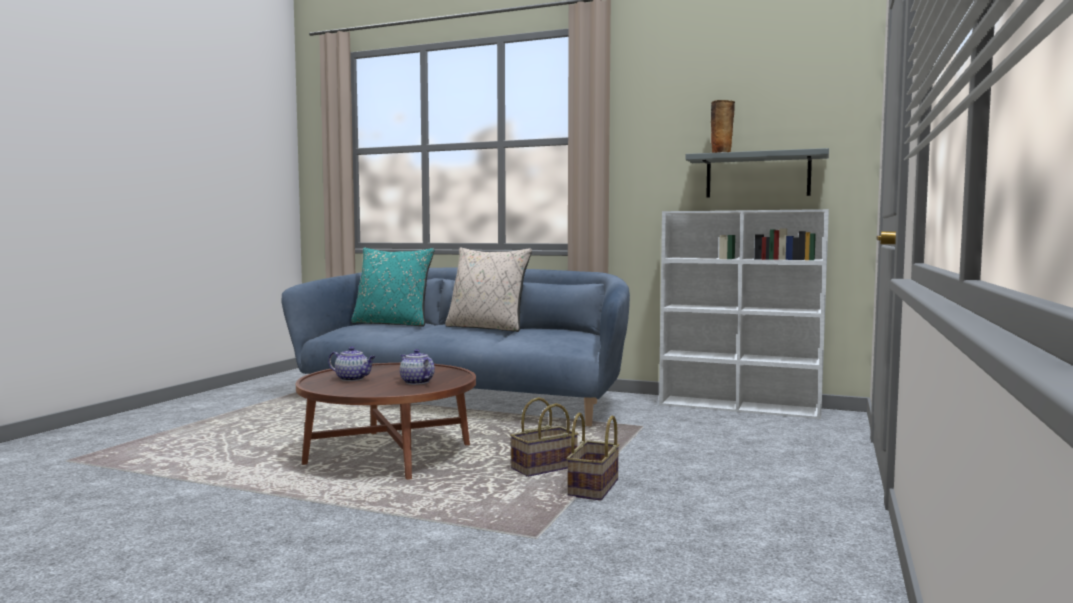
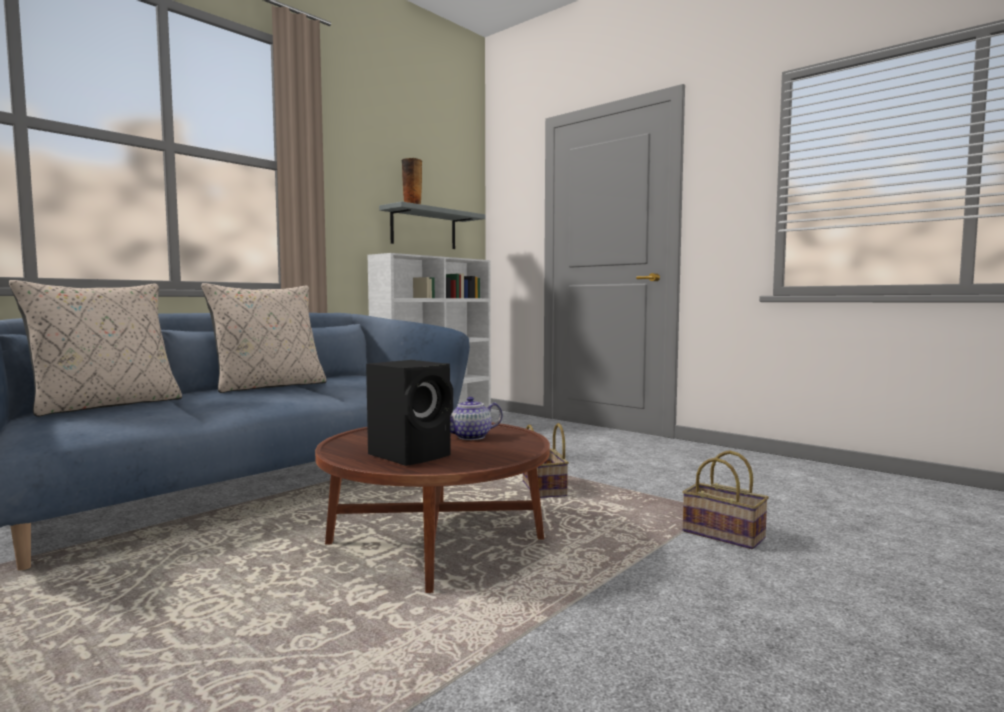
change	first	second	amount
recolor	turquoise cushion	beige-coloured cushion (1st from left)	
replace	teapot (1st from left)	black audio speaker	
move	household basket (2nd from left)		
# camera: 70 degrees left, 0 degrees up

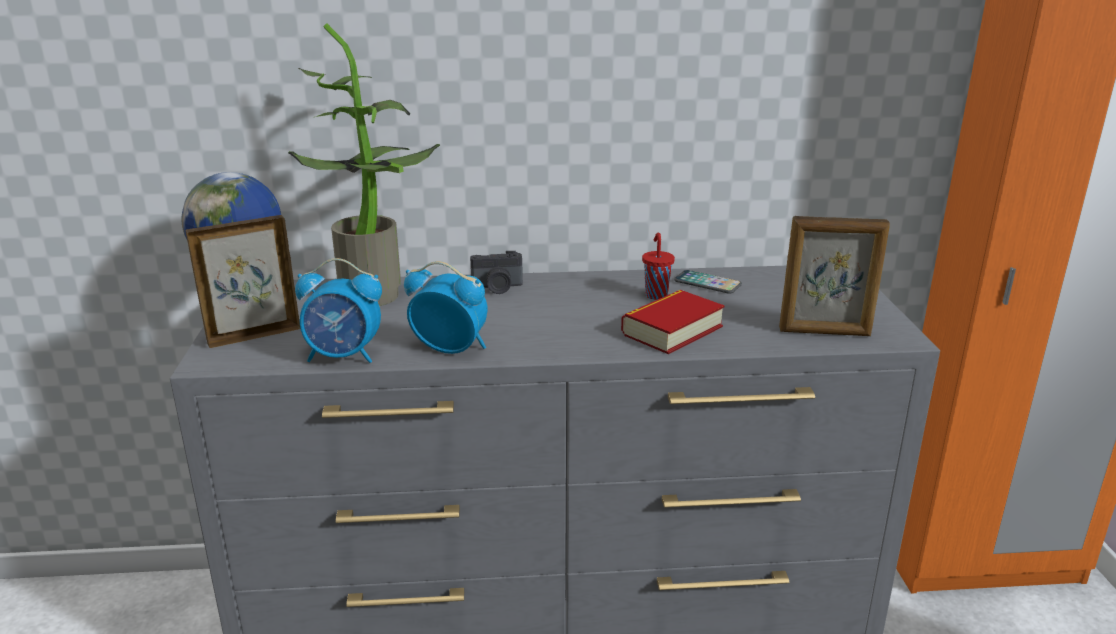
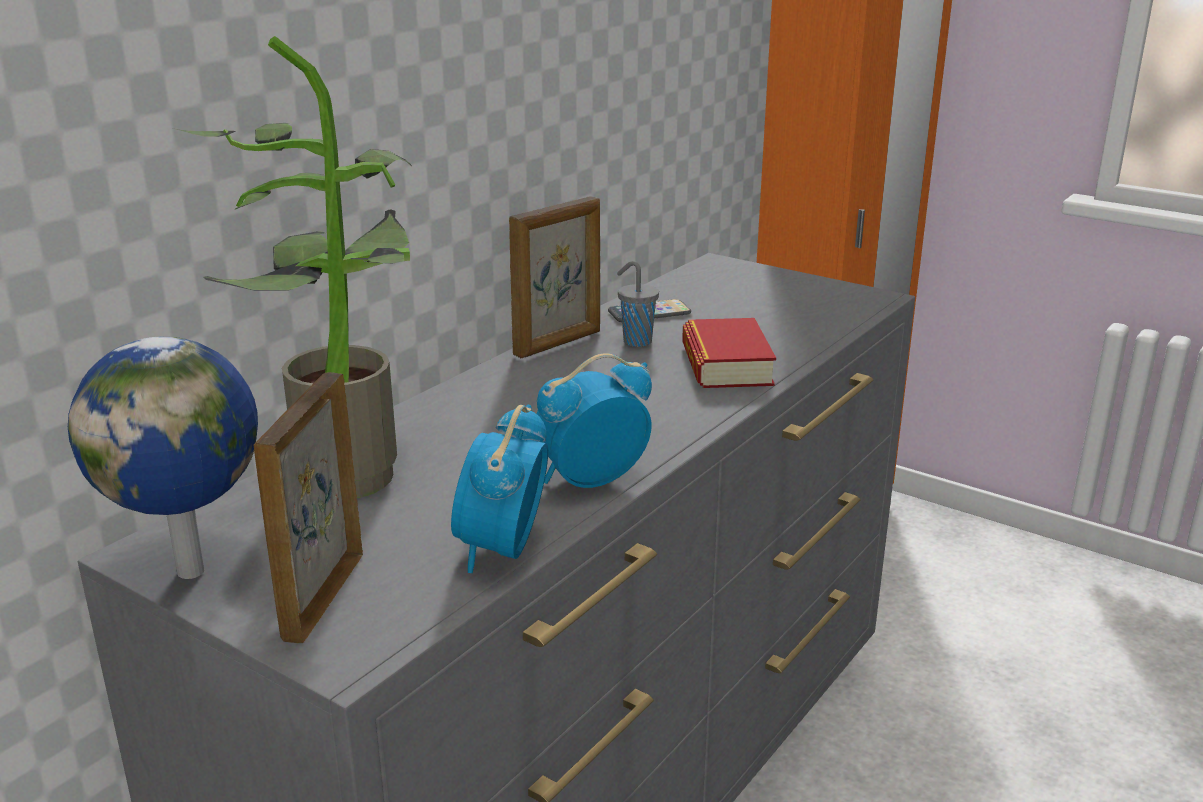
change	first	second	amount
move	photo frame (2nd from left)		
recolor	reddish drinking cup	grey drinking cup	
delete	still camera		
rotate	table clock (1st from left)		150 degrees clockwise
# camera: 50 degrees left, 0 degrees up

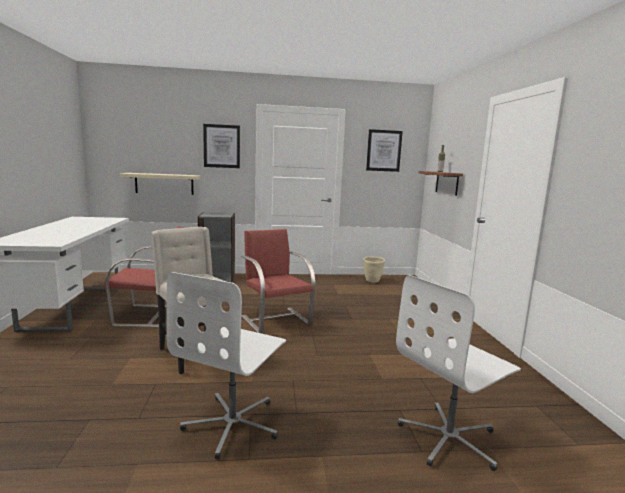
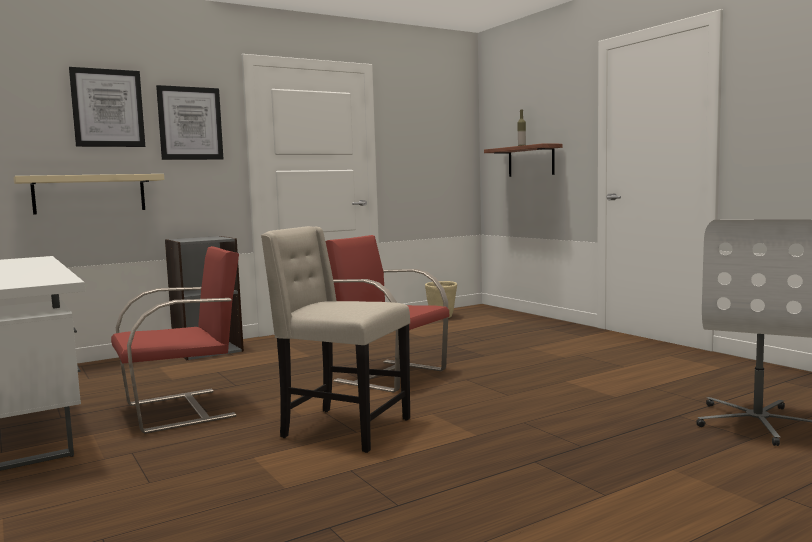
change	first	second	amount
move	wall picture (2nd from left in the first image)	wall picture (1st from left)	
delete	white desk chair (1st from left)		
# camera: 25 degrees left, 5 degrees down

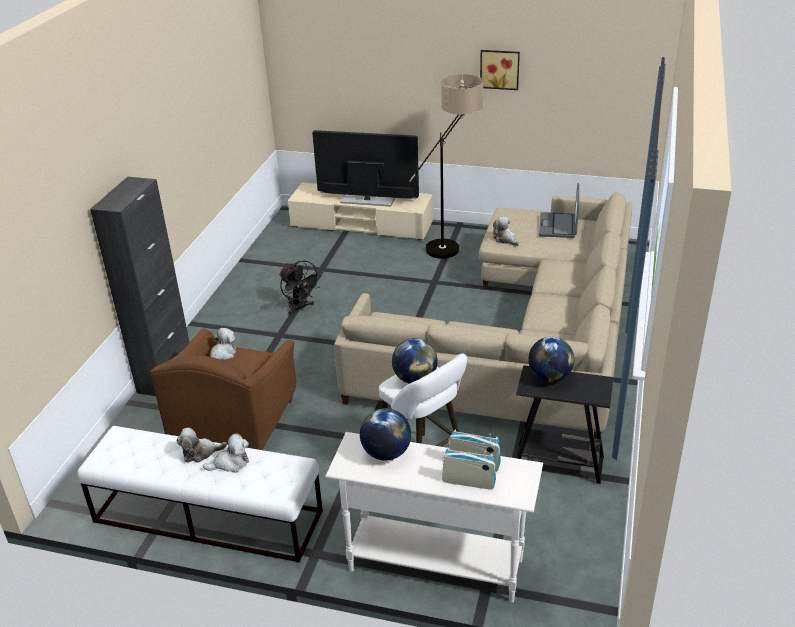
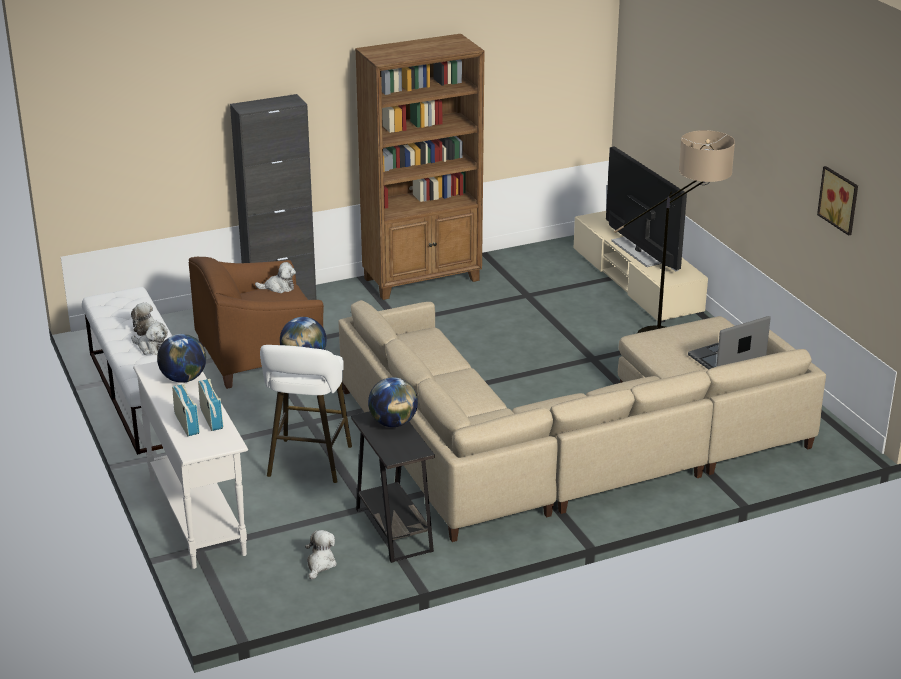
change	first	second	amount
move	wall picture		
move	plush toy (4th from left)		
delete	black cooling fan		
insert		brownish bookshelf	
# camera: 50 degrees right, 5 degrees down

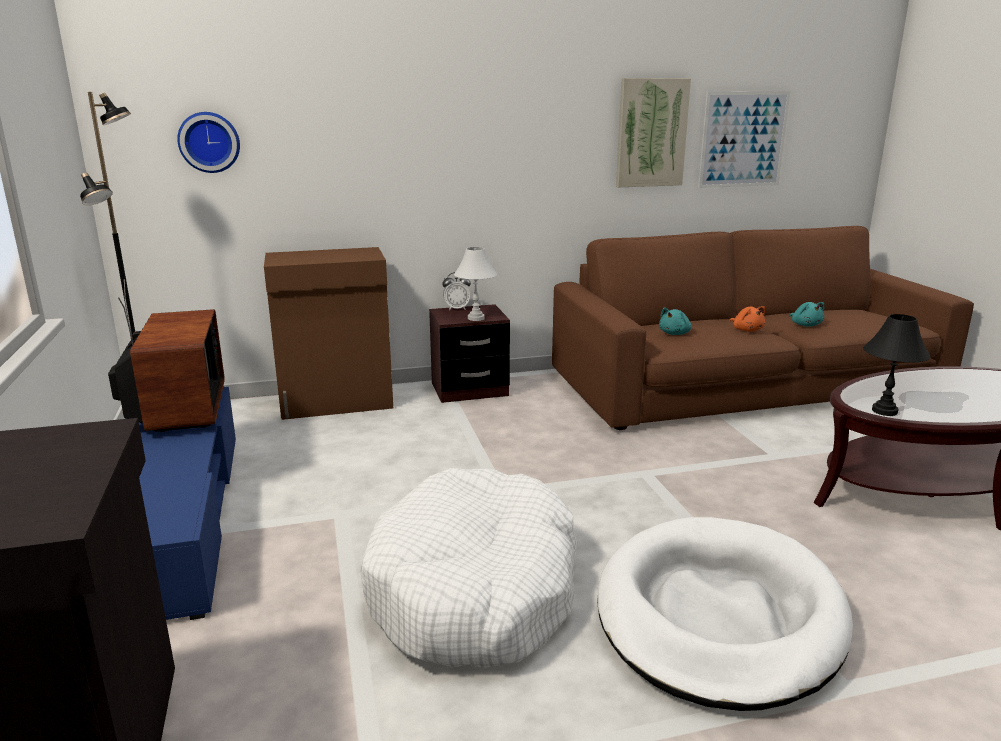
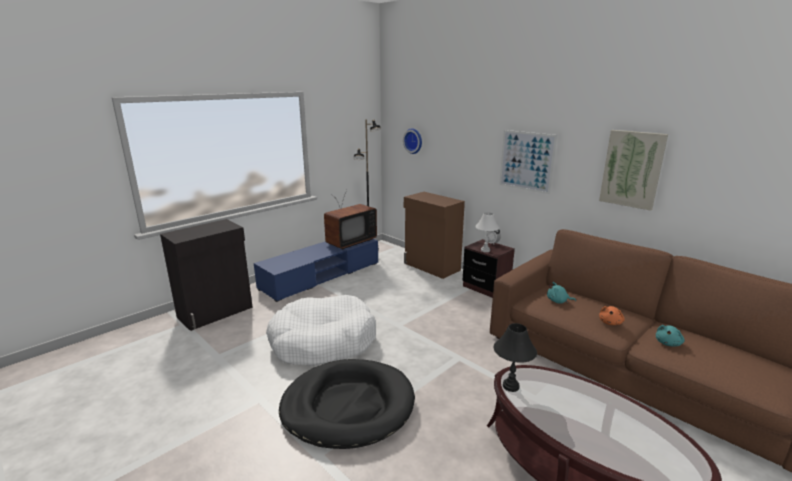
change	first	second	amount
move	wall picture (2nd from left in the first image)	wall picture (1st from left)	
recolor	white pet bed (2nd from left)	black pet bed	
# camera: 60 degrees right, 0 degrees up

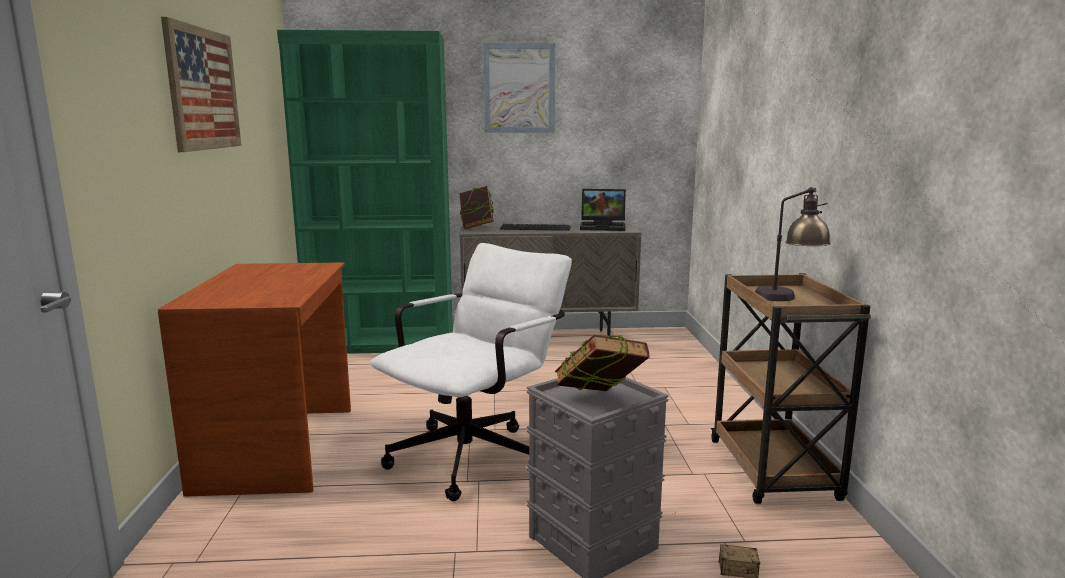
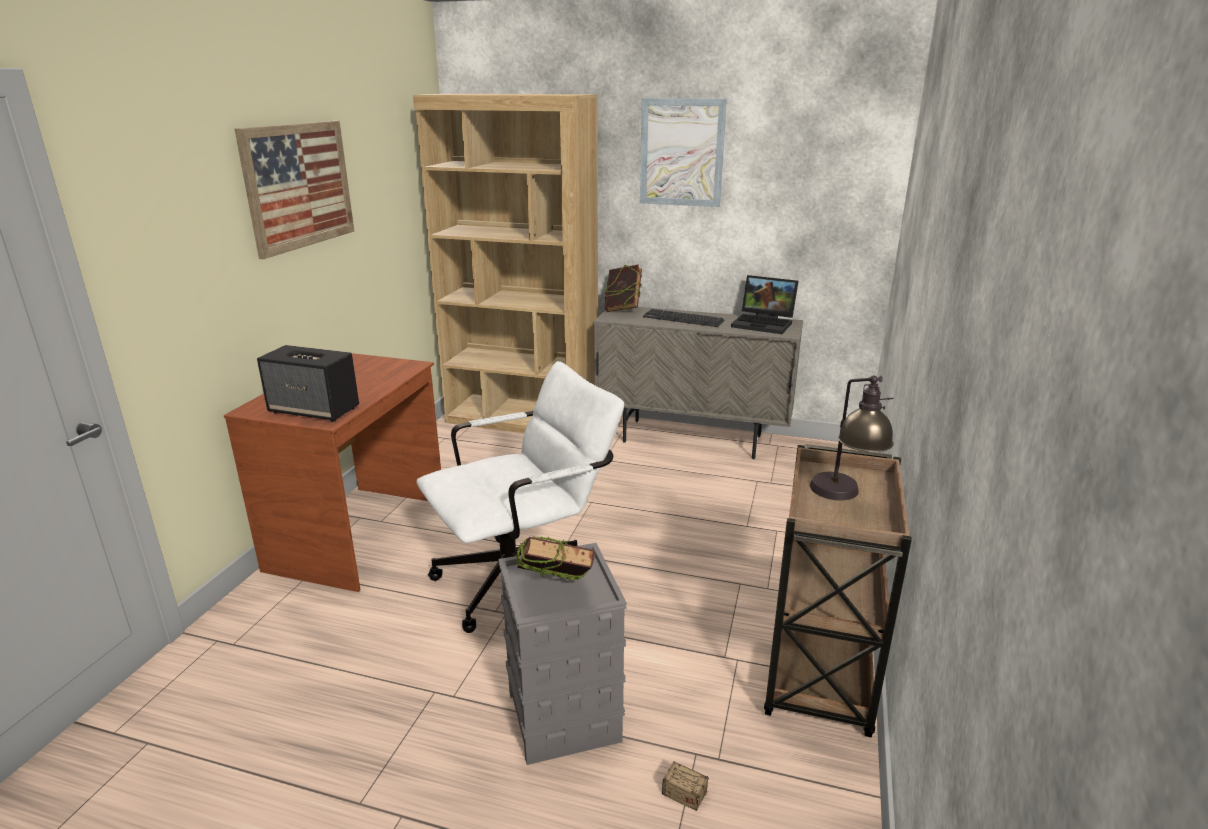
change	first	second	amount
recolor	greenish bookshelf	brownish bookshelf	
insert		audio speaker	
# camera: 20 degrees right, 10 degrees up

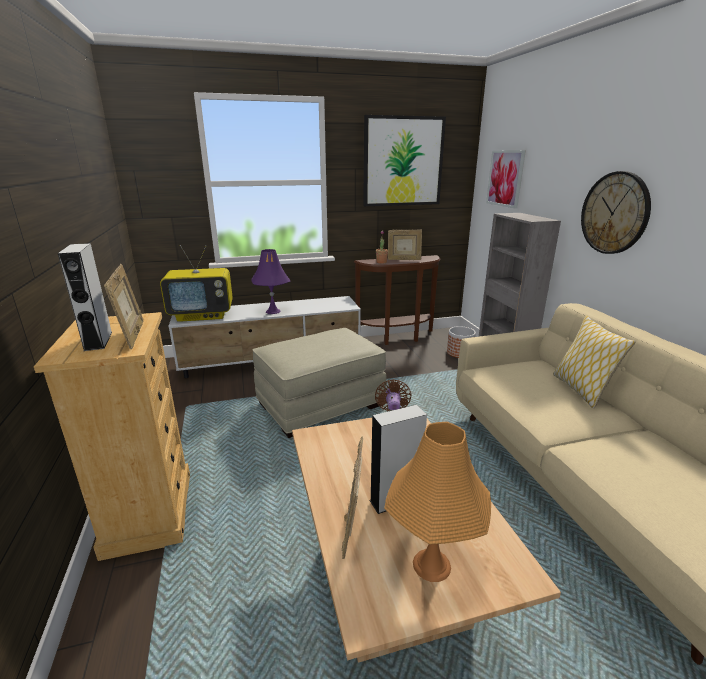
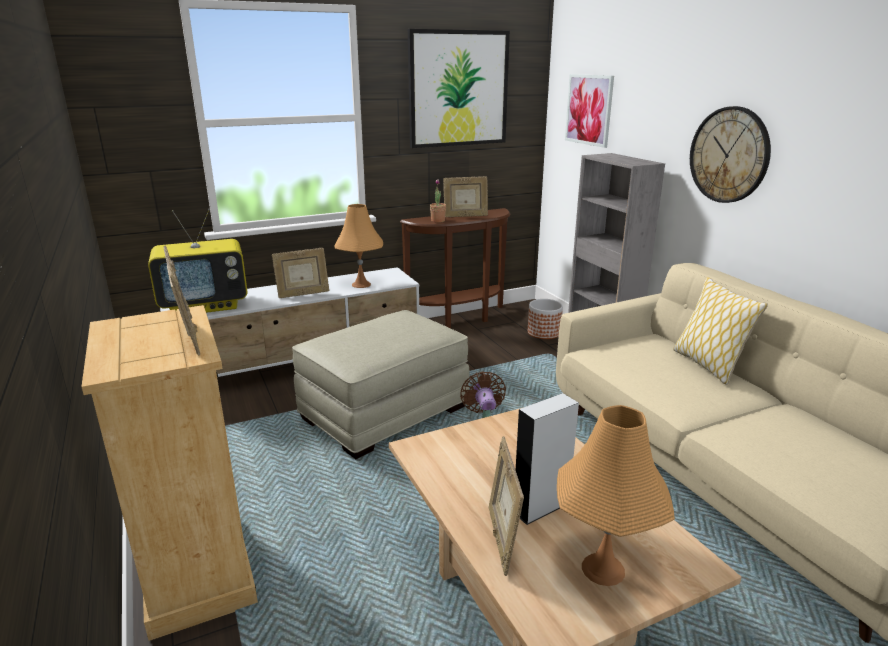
change	first	second	amount
delete	grey audio speaker (1st from left)		
replace	purple-coloured tabletop lamp	photo frame (2nd from left)	
insert		orangey tabletop lamp (1st from left)	
# camera: 10 degrees left, 0 degrees up

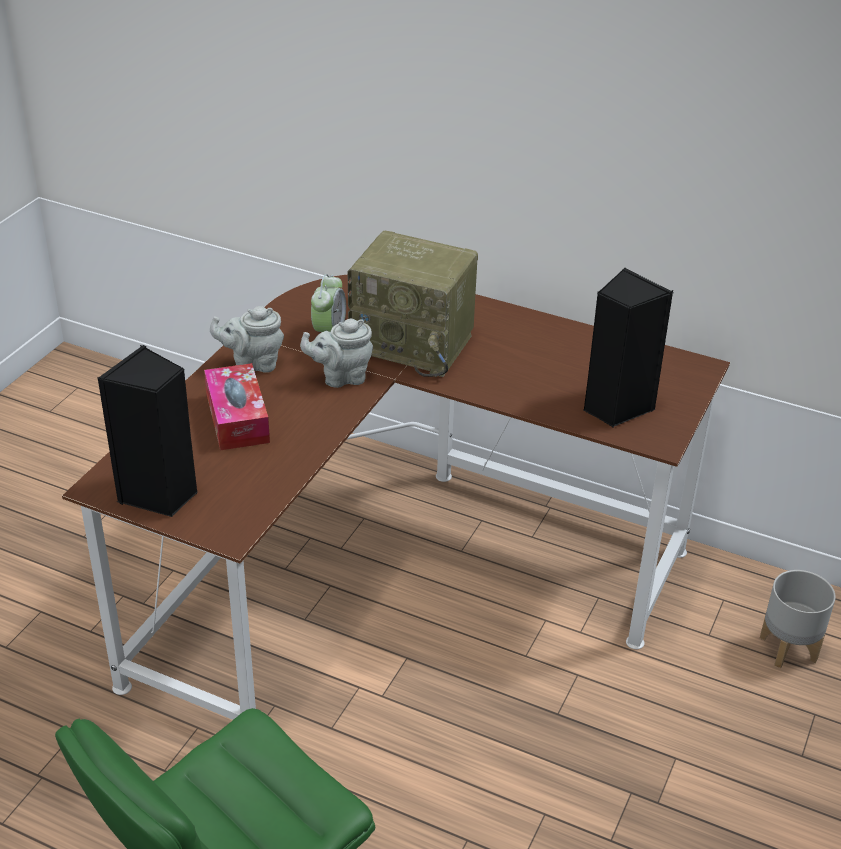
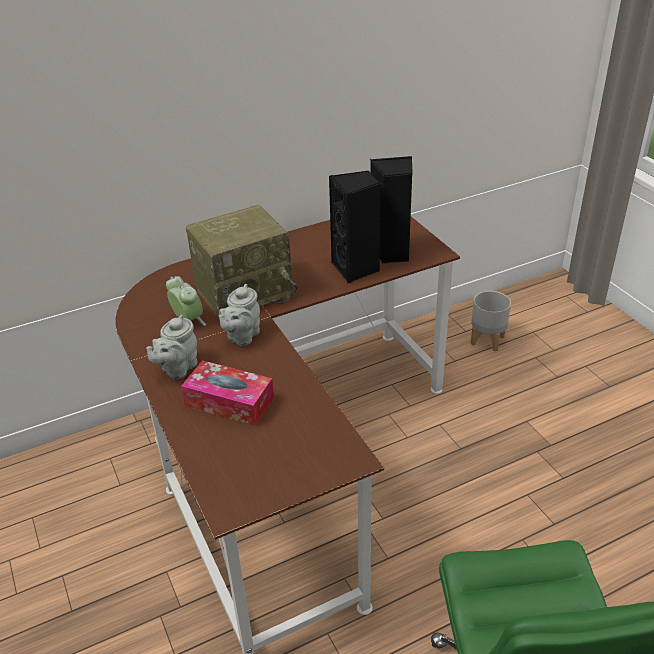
change	first	second	amount
move	black audio speaker (1st from left)		
# camera: 50 degrees left, 0 degrees up

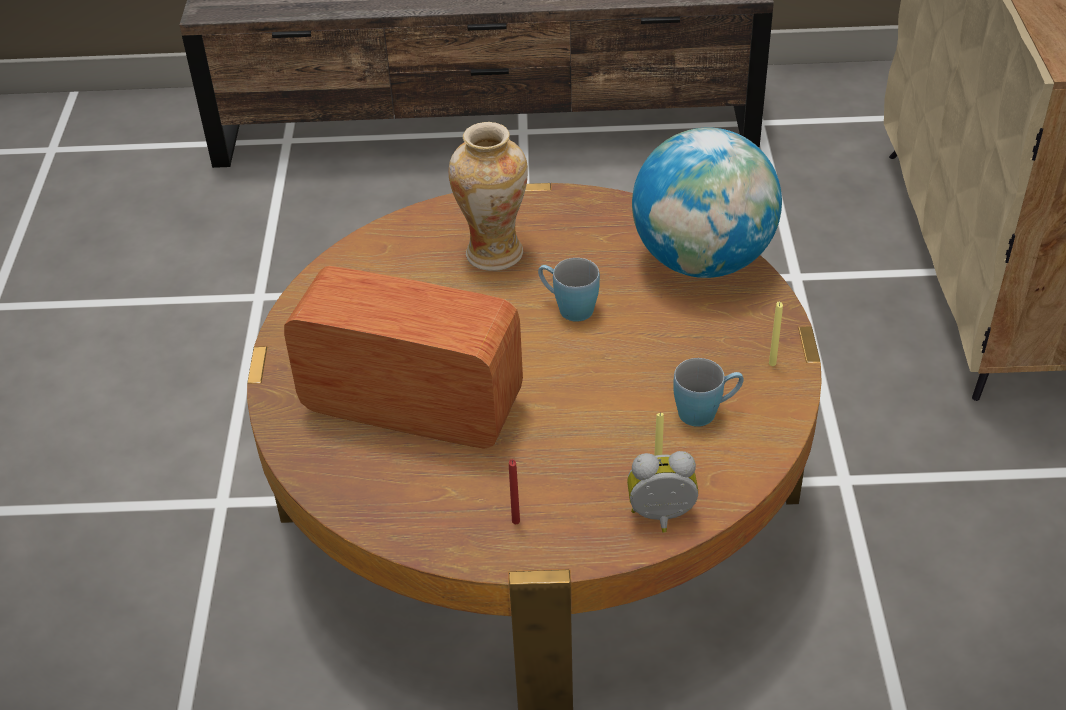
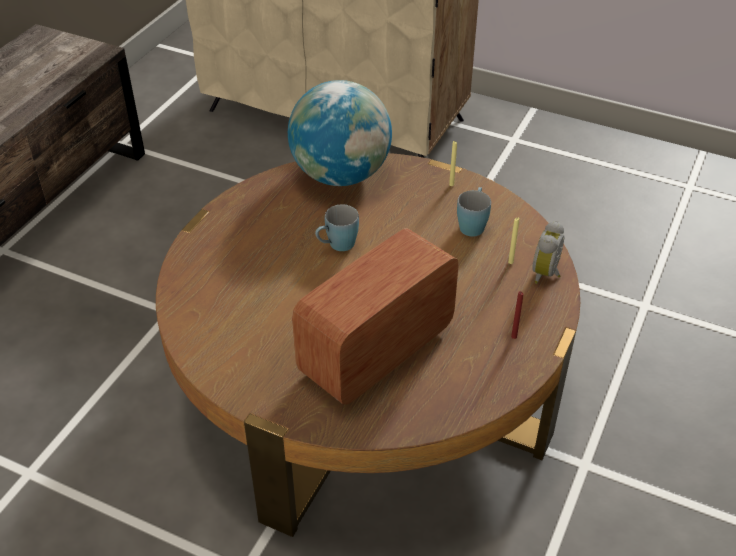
change	first	second	amount
delete	flower vase		
# camera: 65 degrees left, 0 degrees up

